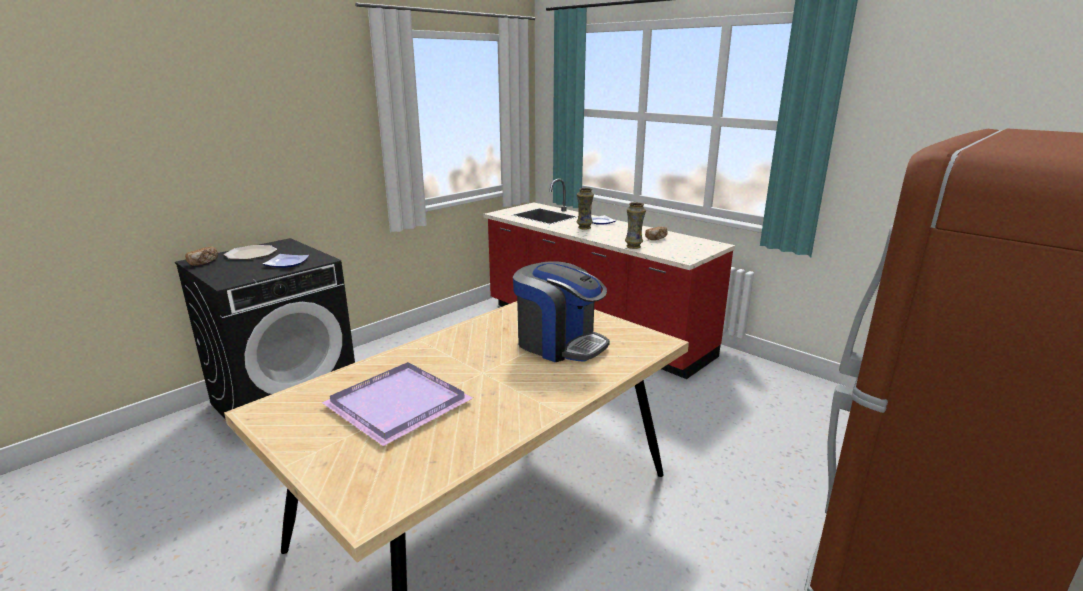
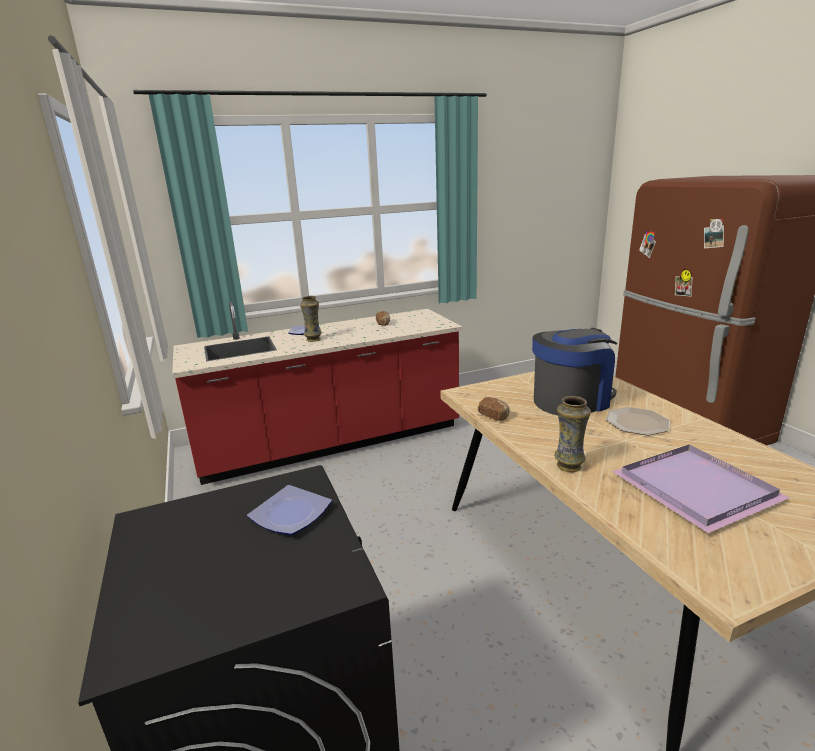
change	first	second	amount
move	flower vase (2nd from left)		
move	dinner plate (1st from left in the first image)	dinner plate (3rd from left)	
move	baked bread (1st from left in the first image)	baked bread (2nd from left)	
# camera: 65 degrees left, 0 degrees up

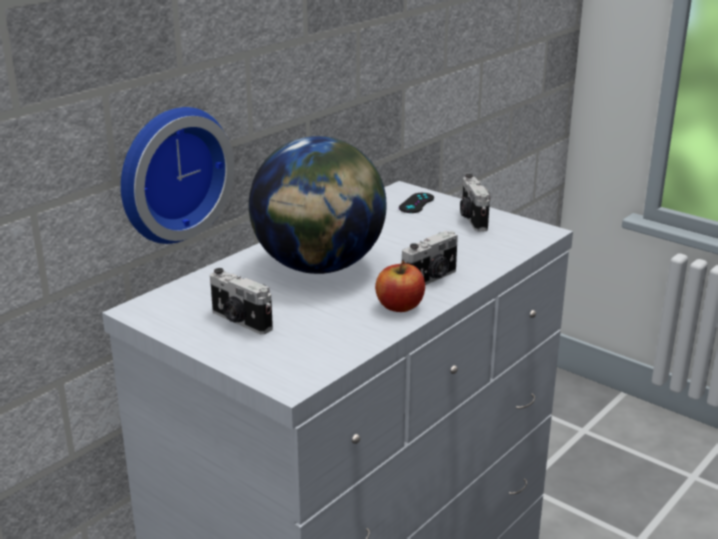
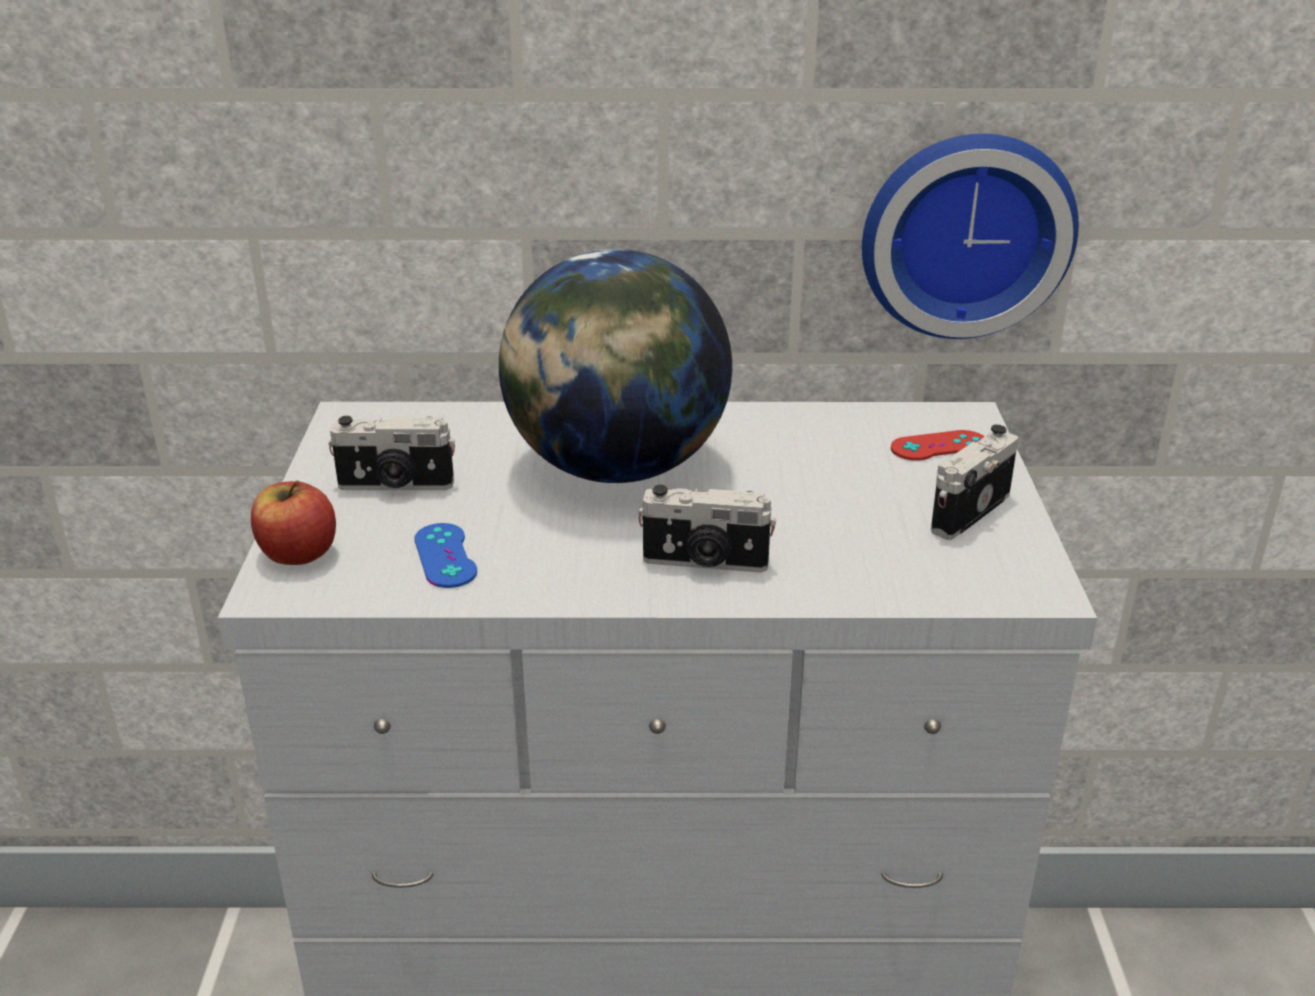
change	first	second	amount
move	wall clock		
recolor	black gamepad	reddish gamepad	
move	whole apple		
rotate	still camera (1st from left)		90 degrees counterclockwise
insert		bluish gamepad	
# camera: 50 degrees right, 5 degrees up

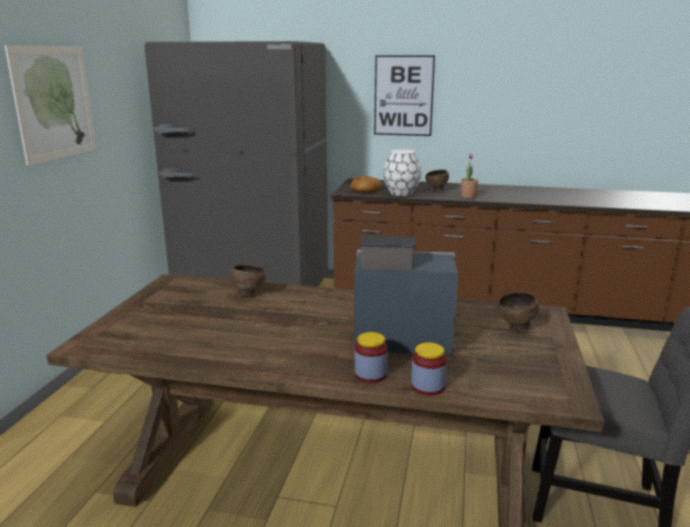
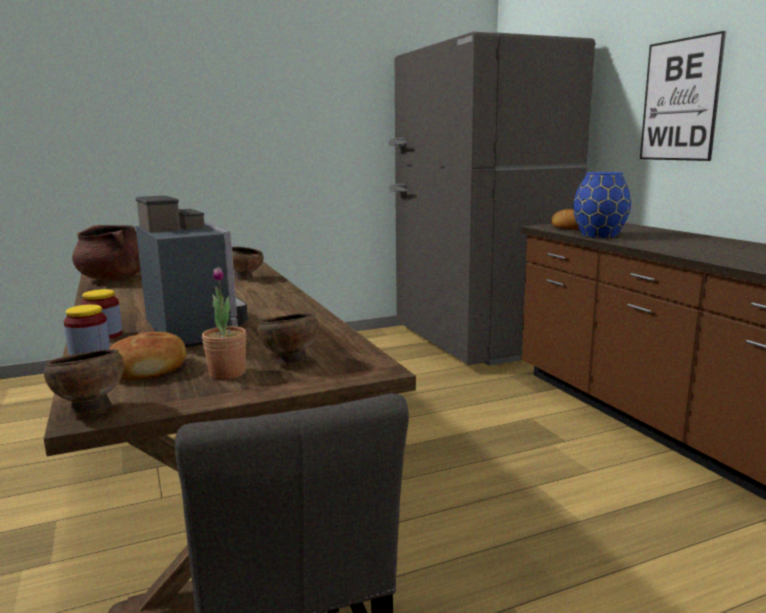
change	first	second	amount
delete	wall picture (1st from left)		
recolor	white flower vase	bluish flower vase	
move	potted plant		
move	brownish deep dish (2nd from left in the first image)	brownish deep dish (1st from left)	
insert		brownish cooking pot	
insert		baked bread (1st from left)	
# camera: 55 degrees right, 5 degrees down

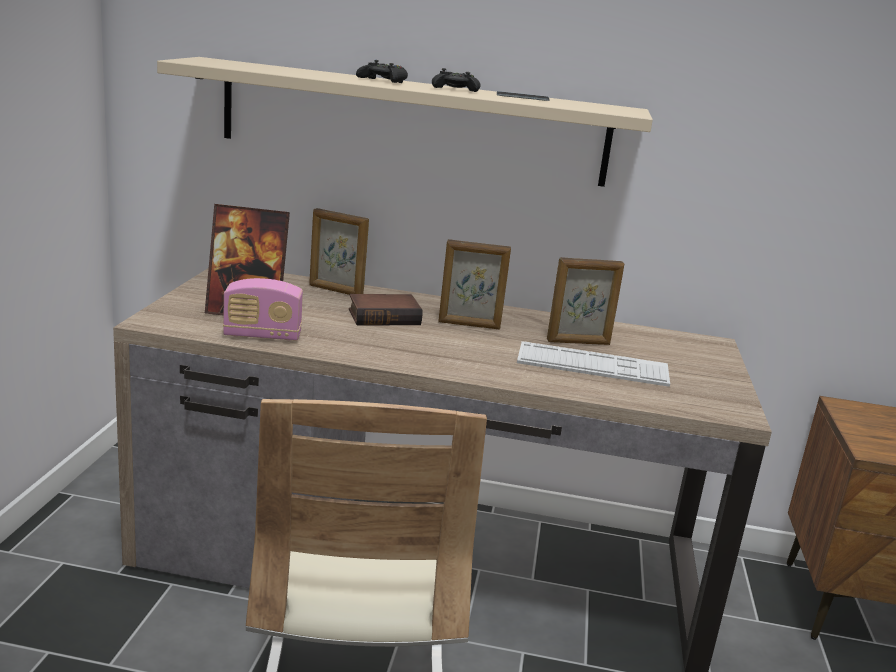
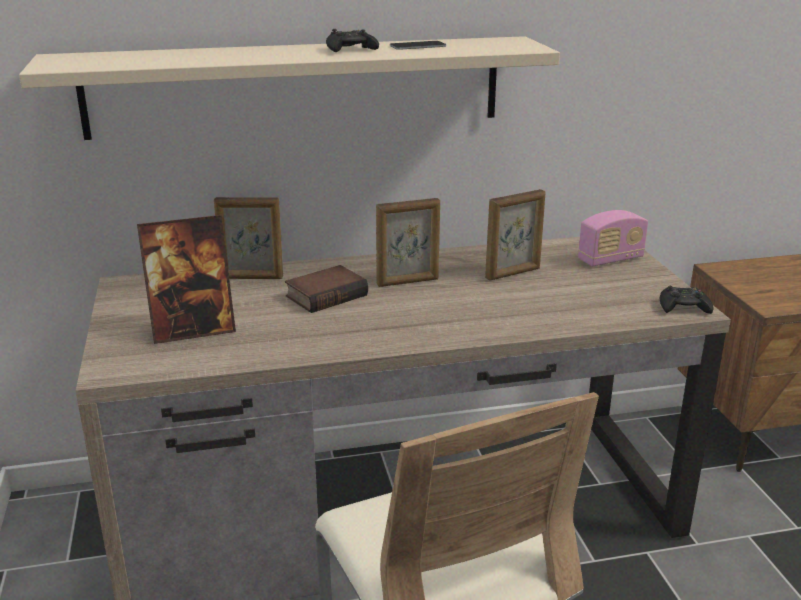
change	first	second	amount
move	black gamepad (1st from left in the first image)	black gamepad (2nd from left)	
move	radio set		
delete	computer keyboard		
# camera: 20 degrees left, 5 degrees up

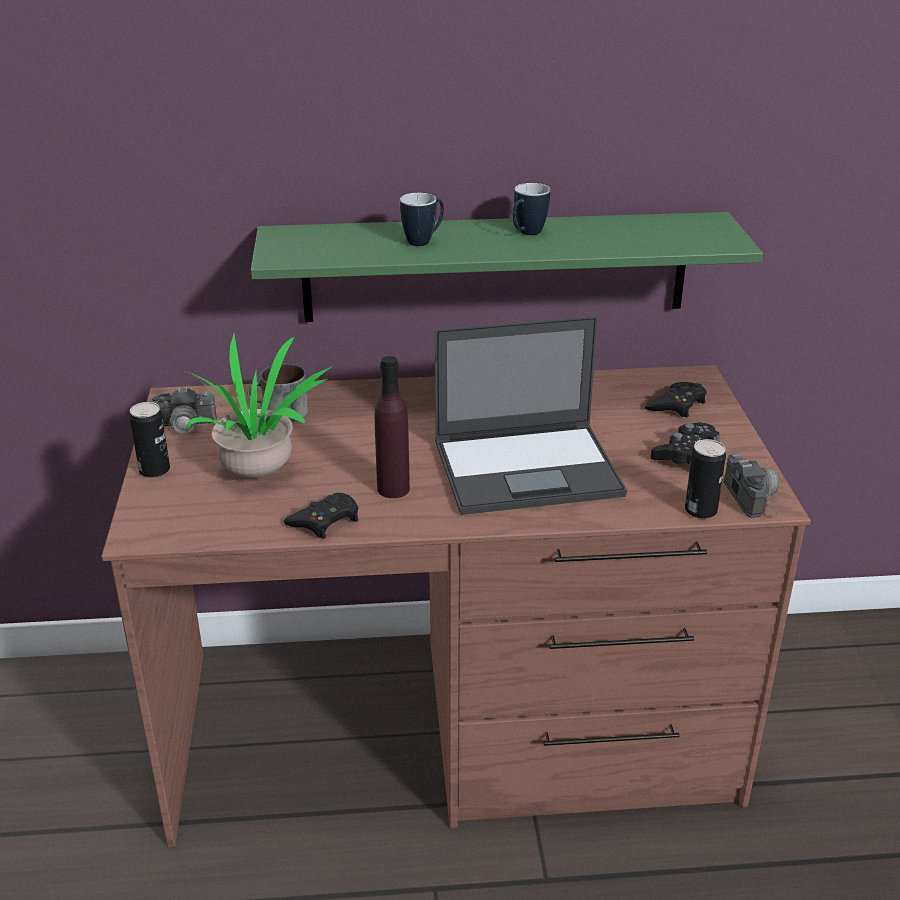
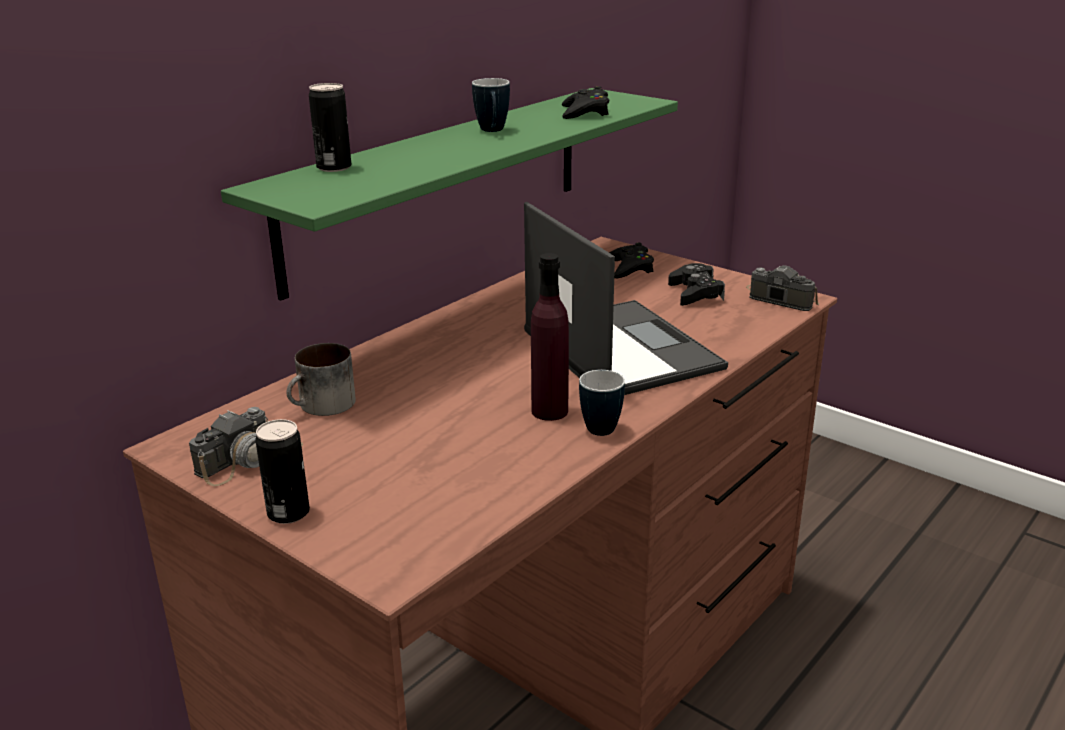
change	first	second	amount
move	tea mug (2nd from left in the first image)	tea mug (3rd from left)	
rotate	portable computer		60 degrees counterclockwise
delete	potted plant		
move	sealed can (2nd from left)		
move	black gamepad (1st from left)		
# camera: 45 degrees left, 5 degrees down

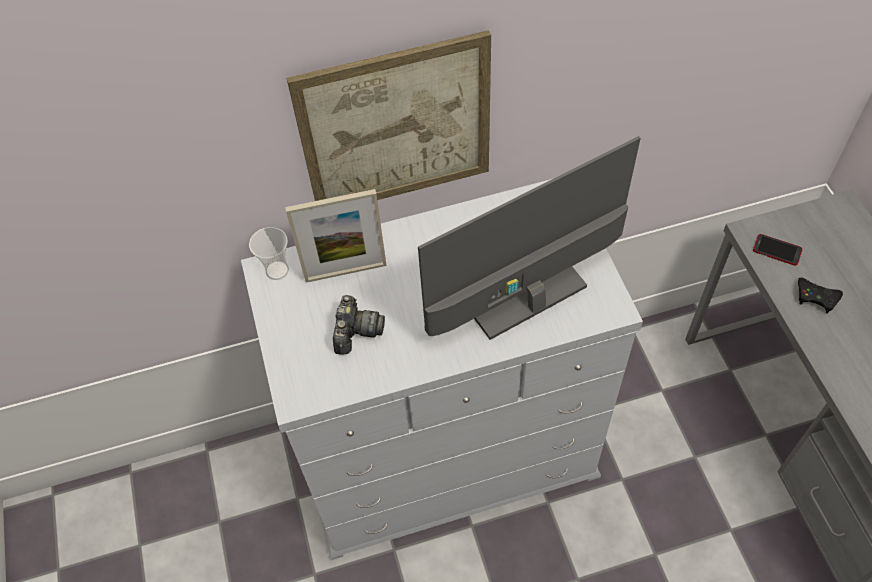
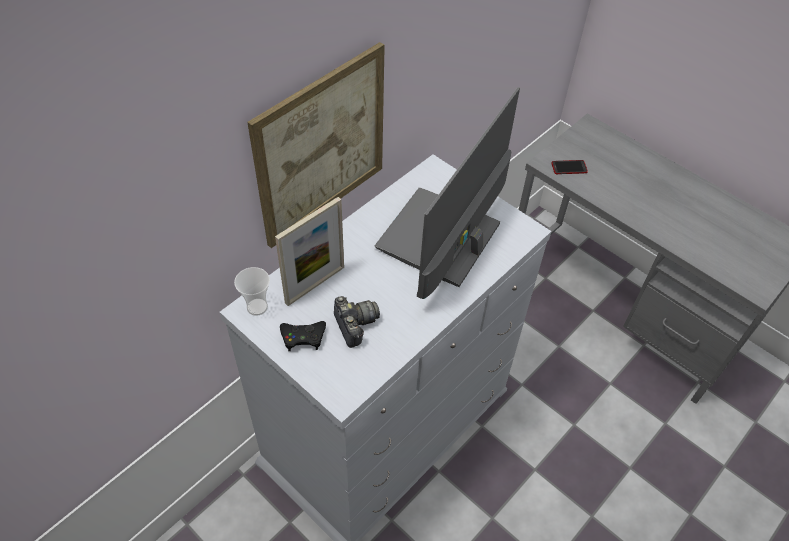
change	first	second	amount
move	black gamepad		
# camera: 35 degrees left, 5 degrees down

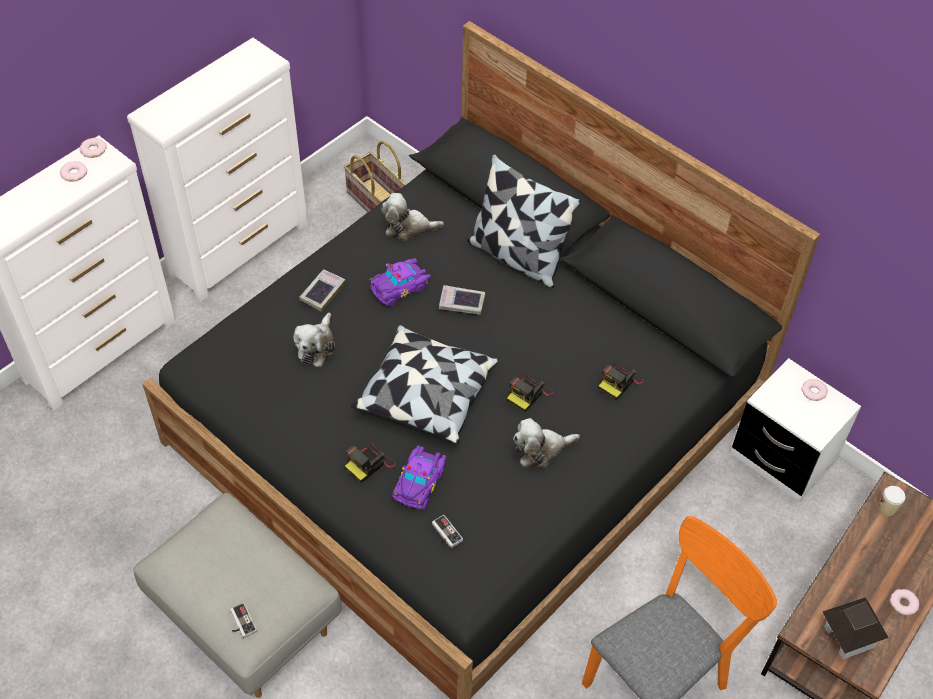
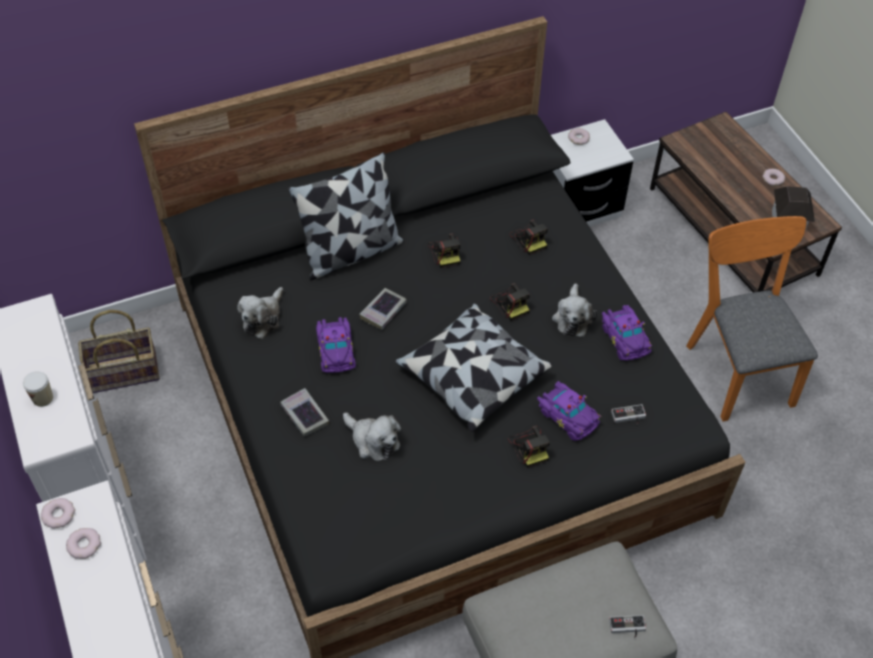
change	first	second	amount
move	drinking cup		
insert		still camera (1st from left)	
insert		purple-coloured model car (3rd from left)	
# camera: 65 degrees left, 0 degrees up

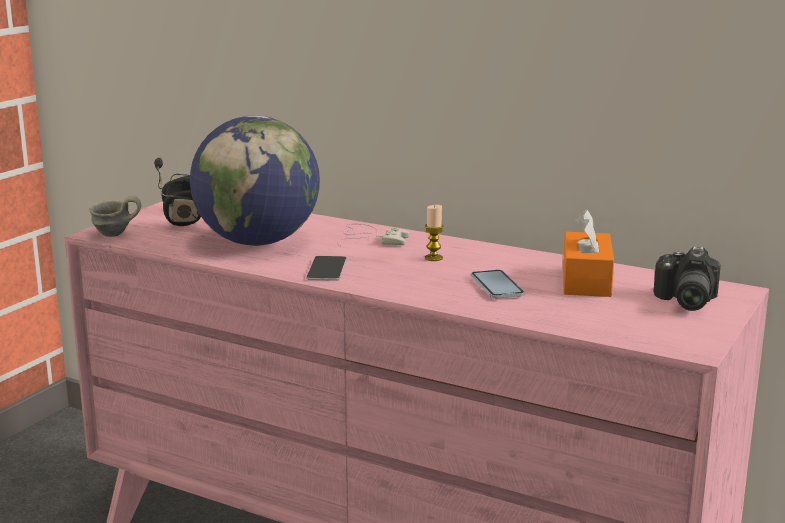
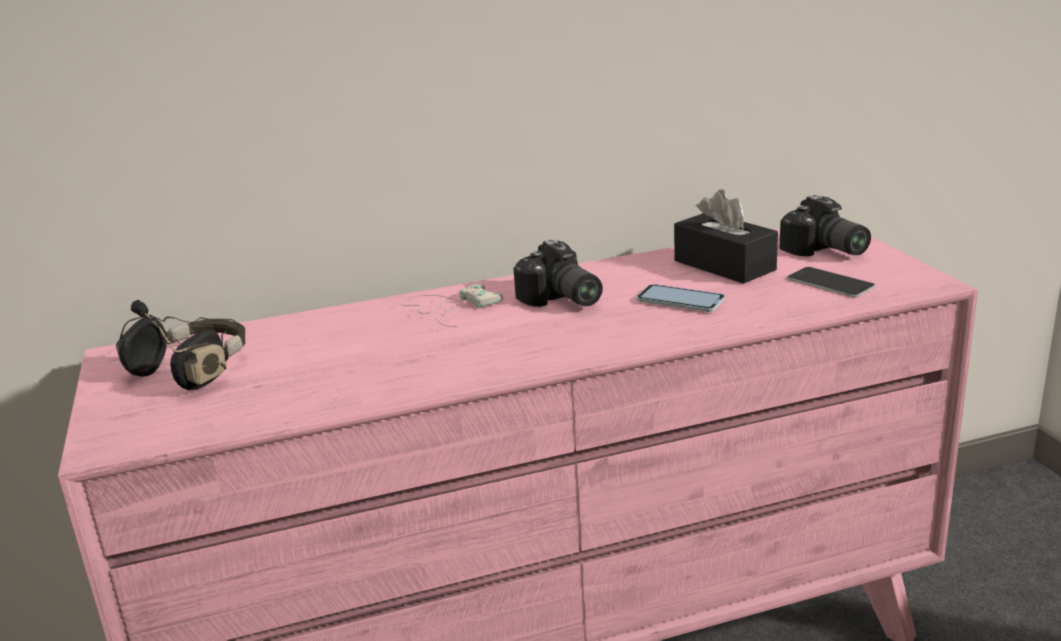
change	first	second	amount
delete	desk globe		
delete	grey tea mug		
replace	candle	still camera (1st from left)	
recolor	orangey tissue holder	black tissue holder	
move	phone (1st from left in the first image)	phone (2nd from left)	
# camera: 45 degrees left, 5 degrees up

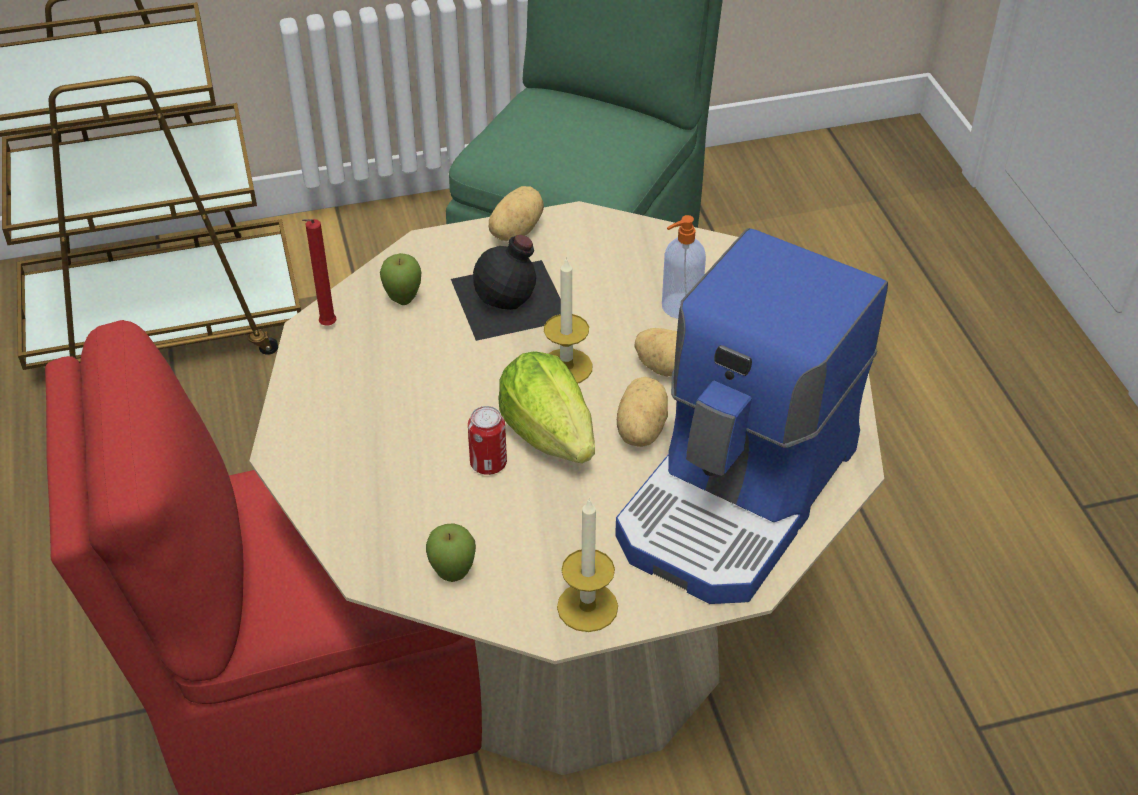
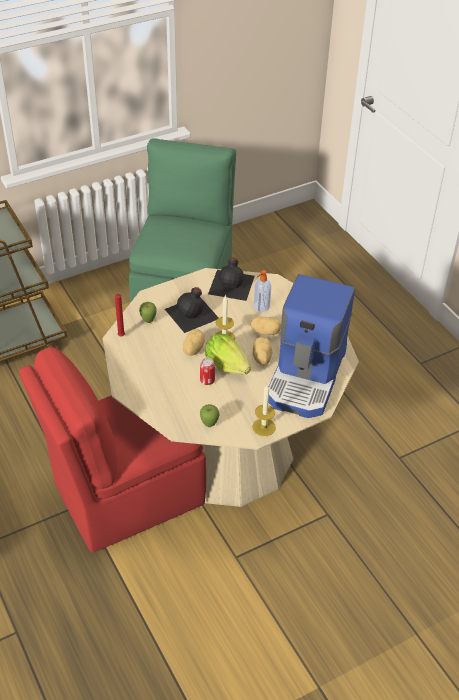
change	first	second	amount
move	potato (1st from left)		
insert		black bottle (2nd from left)	
# camera: 15 degrees left, 0 degrees up

